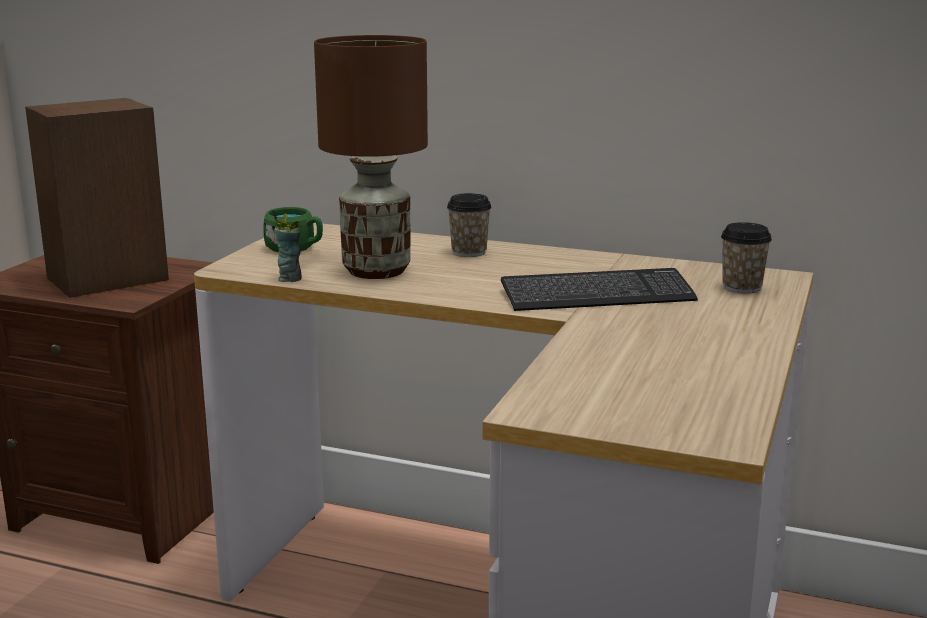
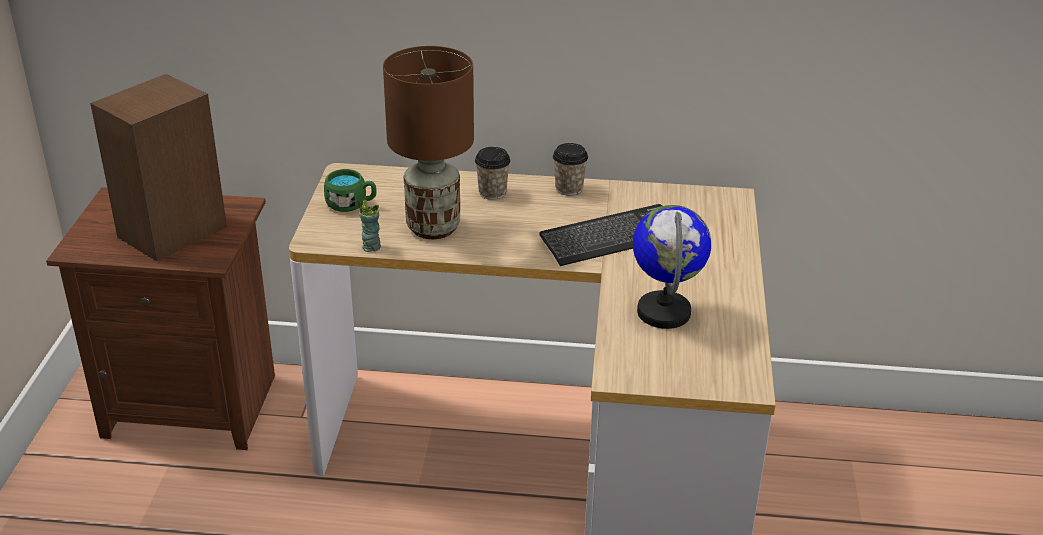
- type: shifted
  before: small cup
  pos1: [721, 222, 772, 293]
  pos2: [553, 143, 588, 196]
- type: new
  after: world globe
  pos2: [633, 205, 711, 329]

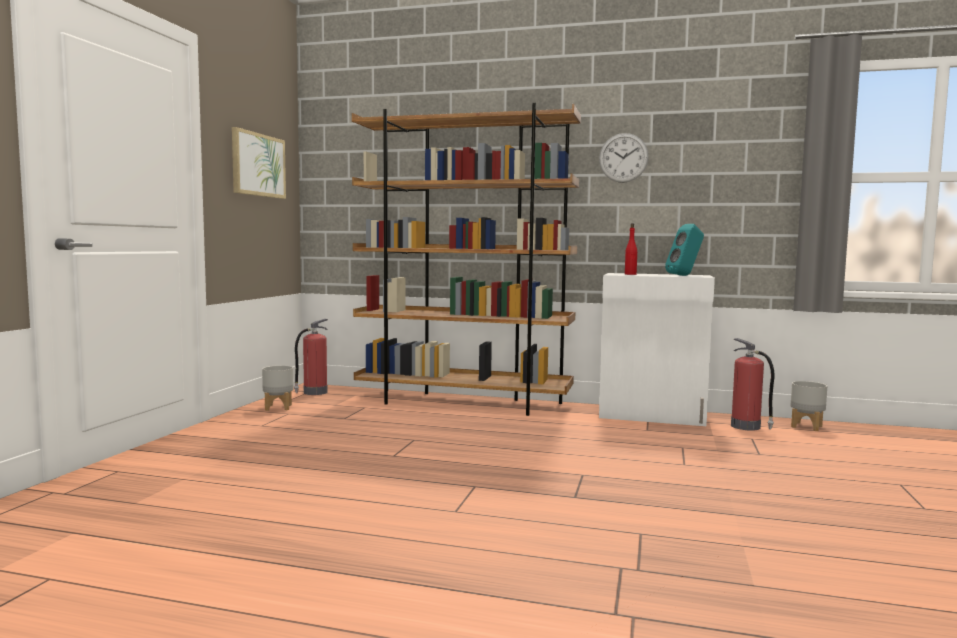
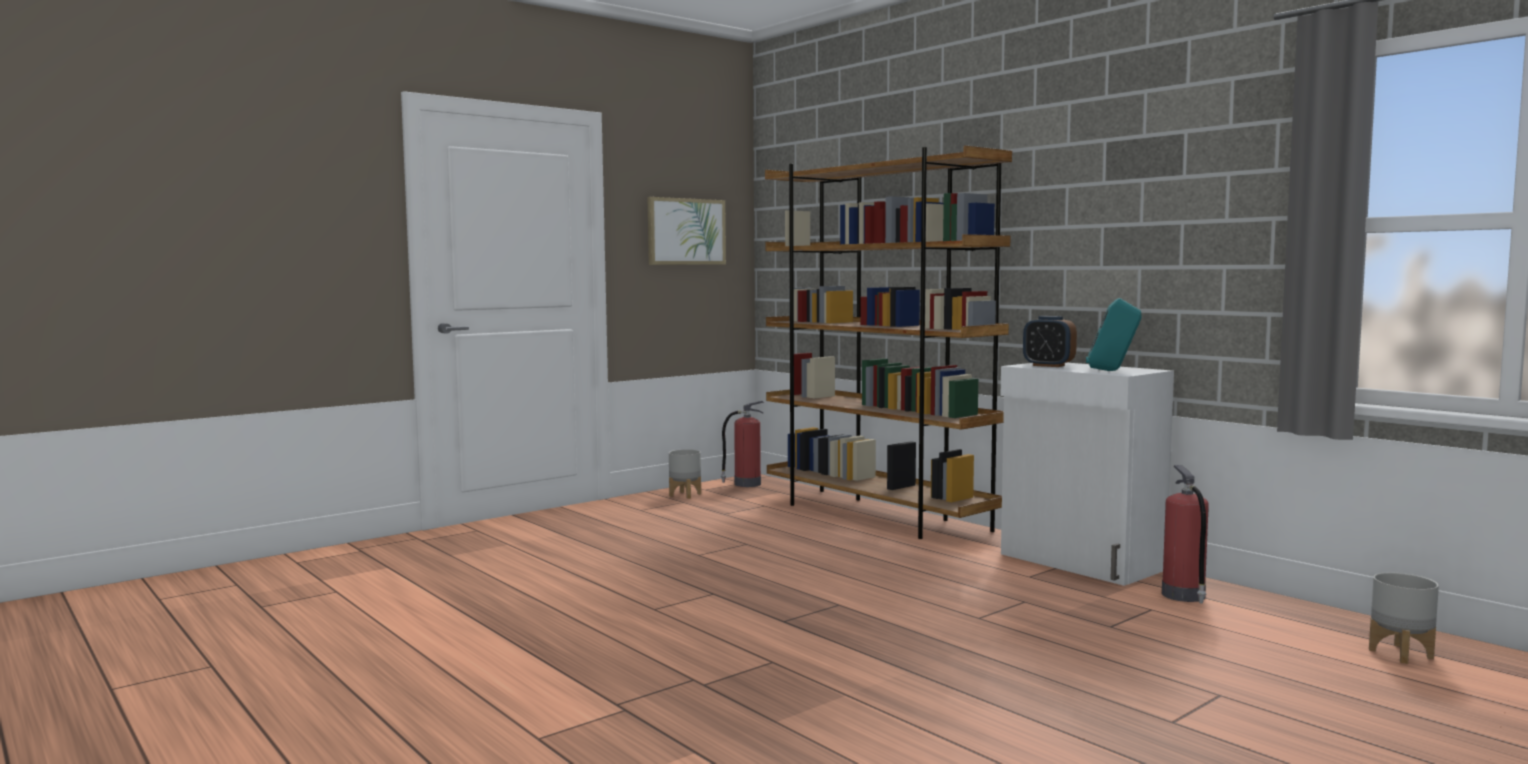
- type: swapped
  before: beverage bottle (red)
  after: table clock
  pos1: [625, 223, 637, 275]
  pos2: [1023, 316, 1077, 367]
- type: shifted
  before: flower pot (gray)
  pos1: [791, 381, 827, 431]
  pos2: [1369, 573, 1439, 664]
- type: gone
  before: wall clock
  pos1: [599, 133, 649, 183]

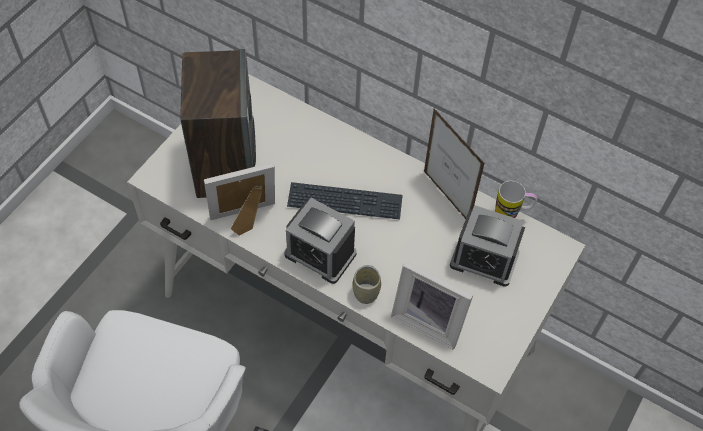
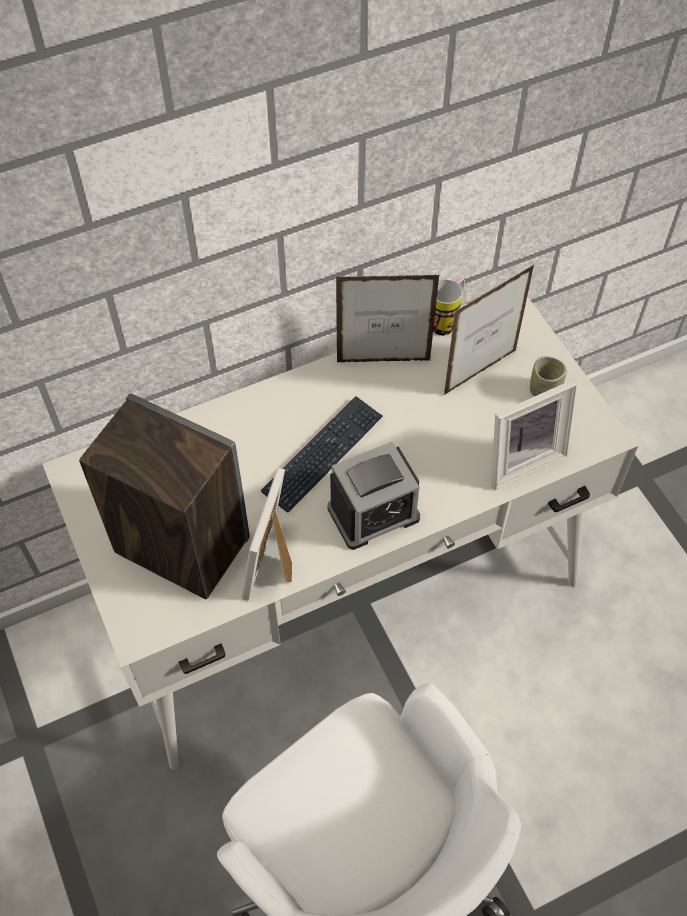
- type: swapped
  before: table clock
  after: picture frame
  pos1: [450, 205, 525, 287]
  pos2: [444, 265, 534, 395]
- type: shifted
  before: small cup
  pos1: [352, 265, 381, 304]
  pos2: [530, 356, 567, 396]

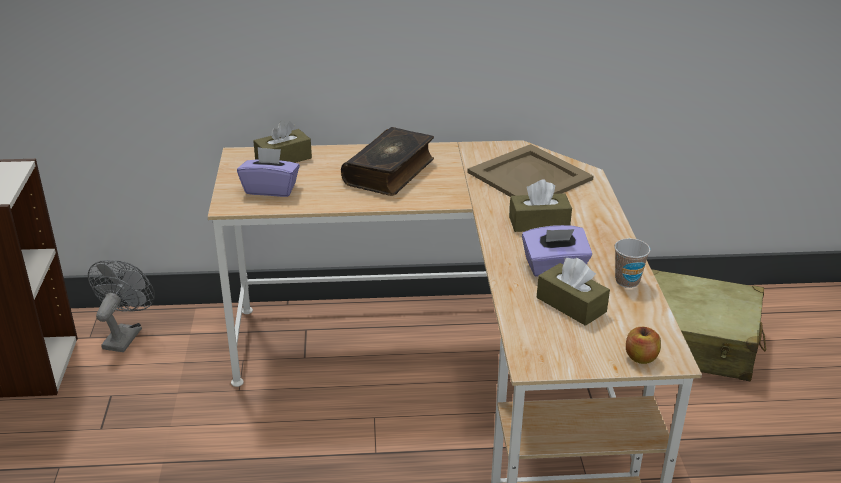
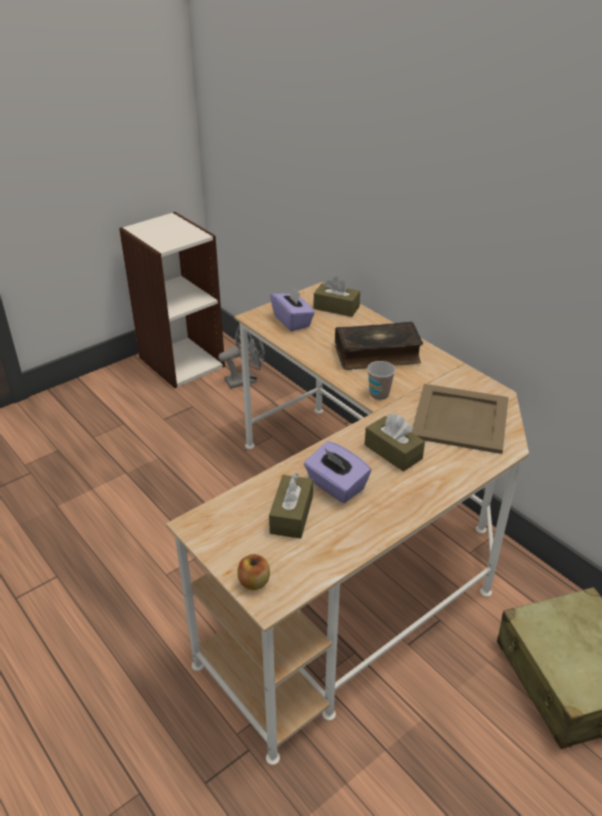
- type: shifted
  before: small cup
  pos1: [615, 238, 650, 288]
  pos2: [367, 361, 396, 400]

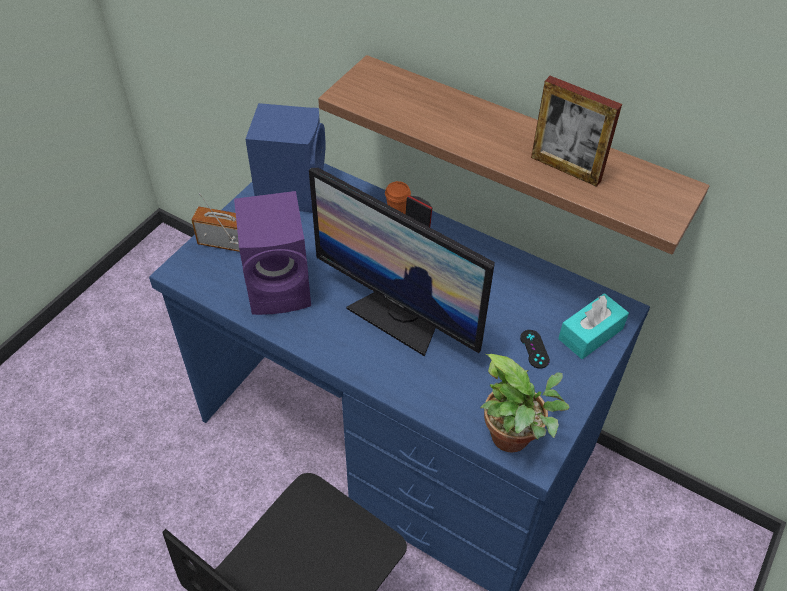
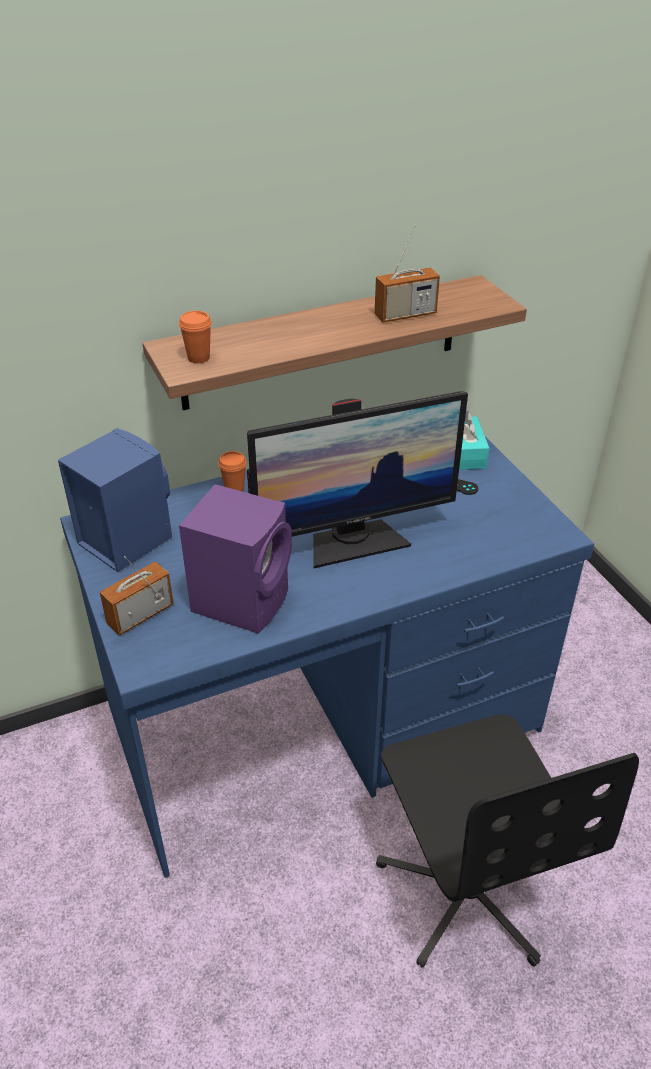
- type: new
  after: small cup (orangey)
  pos2: [179, 311, 212, 363]
- type: swapped
  before: picture frame
  after: radio set
  pos1: [531, 76, 622, 187]
  pos2: [375, 224, 440, 323]
- type: gone
  before: houseplant
  pos1: [480, 354, 570, 453]

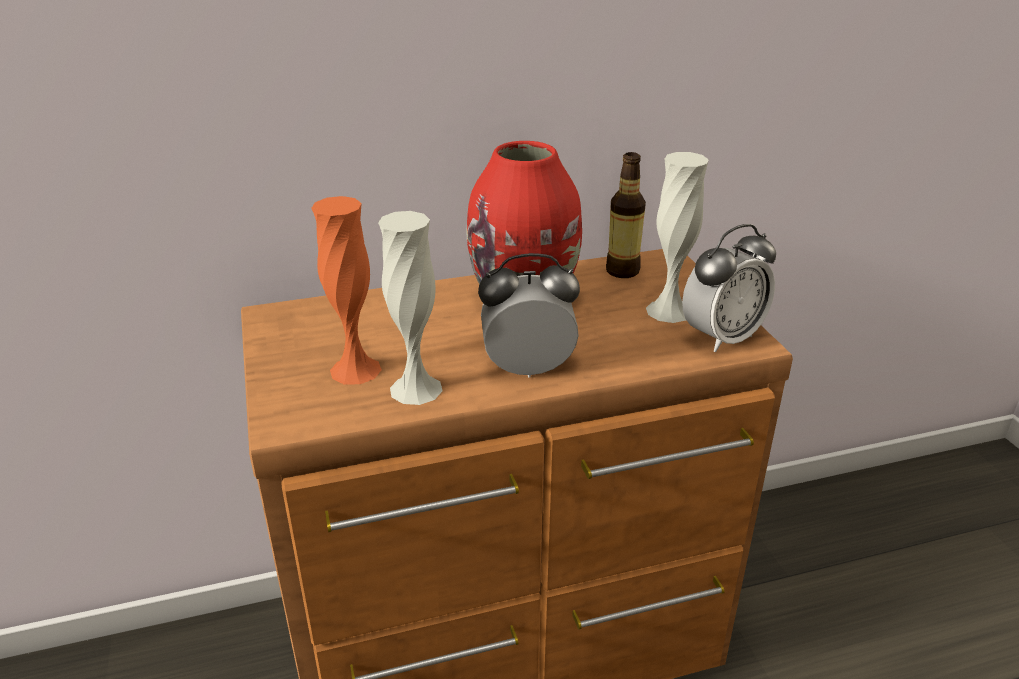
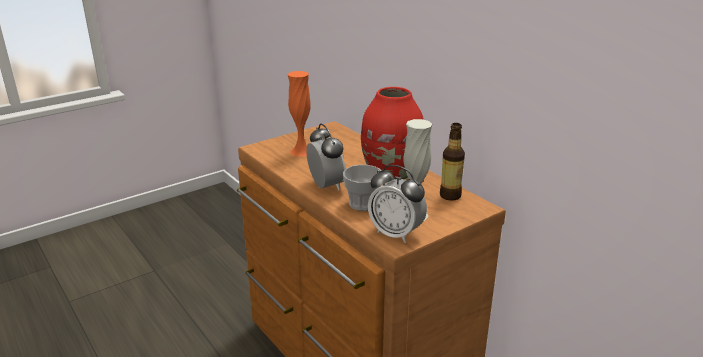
- type: new
  after: small cup
  pos2: [343, 165, 381, 211]
- type: gone
  before: vase (whitish)
  pos1: [378, 211, 443, 405]

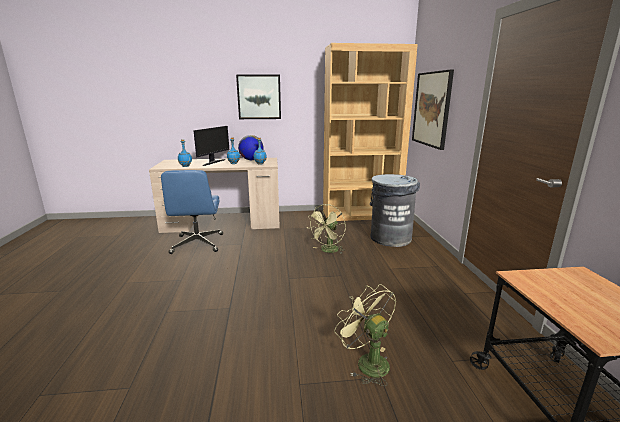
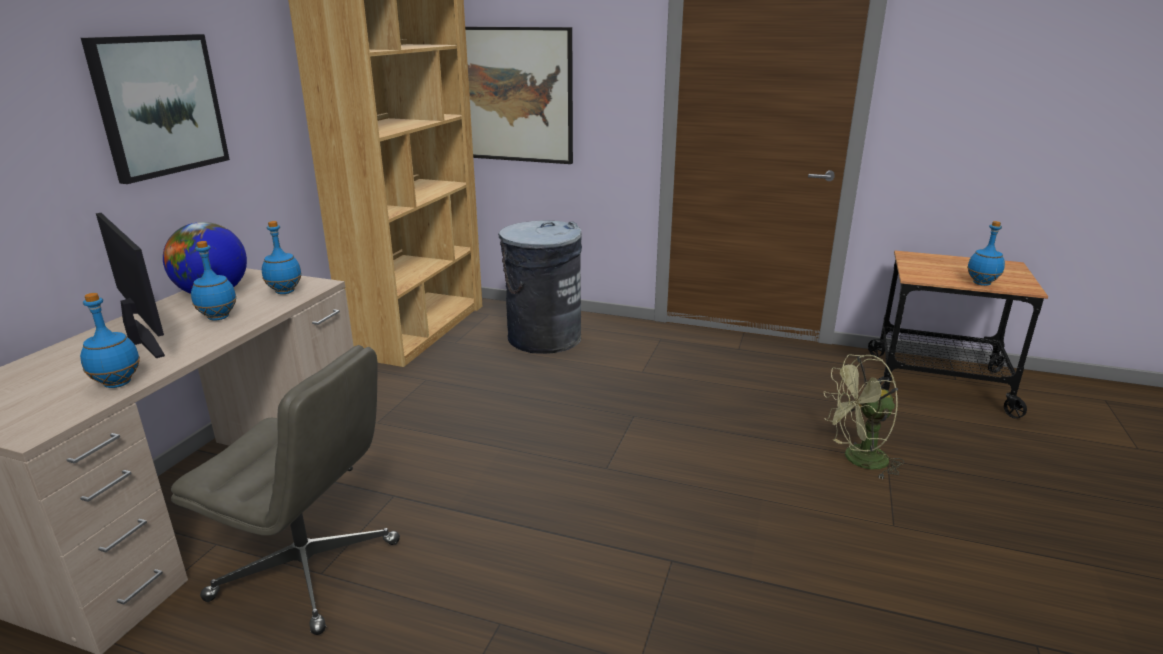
- type: repainted
  before: office chair (blue)
  after: office chair (gray)
  pos1: [161, 170, 223, 254]
  pos2: [171, 345, 400, 635]
- type: new
  after: beverage bottle (blue)
  pos2: [967, 221, 1005, 286]
- type: gone
  before: fan (greenish)
  pos1: [307, 204, 346, 254]

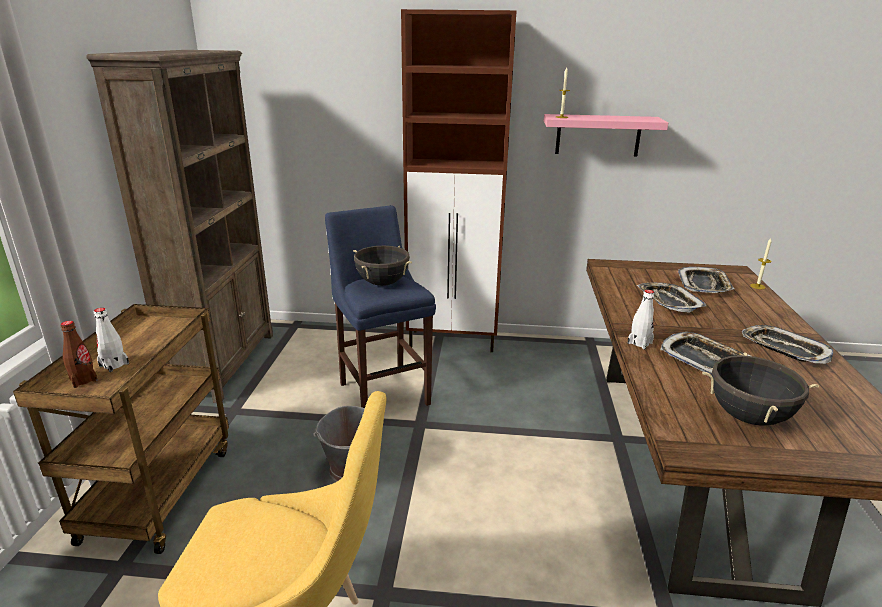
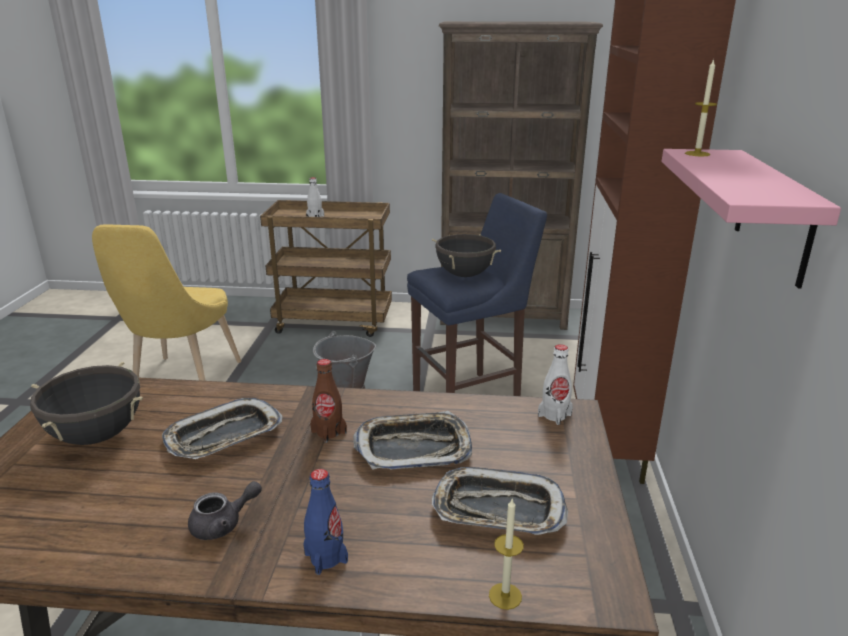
- type: swapped
  before: tray
  after: pot for tea (gray)
  pos1: [742, 325, 833, 364]
  pos2: [188, 481, 262, 540]
- type: new
  after: beverage bottle (blue)
  pos2: [303, 469, 348, 575]
- type: shifted
  before: beverage bottle (brown)
  pos1: [61, 321, 98, 388]
  pos2: [310, 359, 347, 443]
- type: shifted
  before: beverage bottle (whitish)
  pos1: [628, 290, 655, 350]
  pos2: [538, 344, 573, 425]

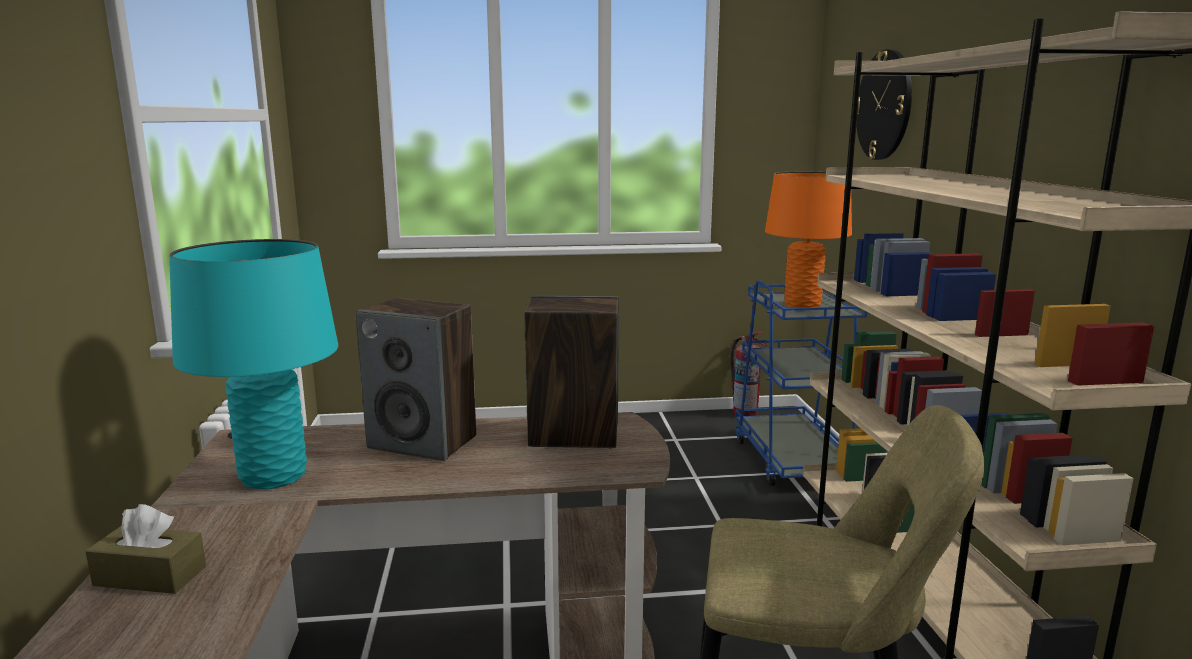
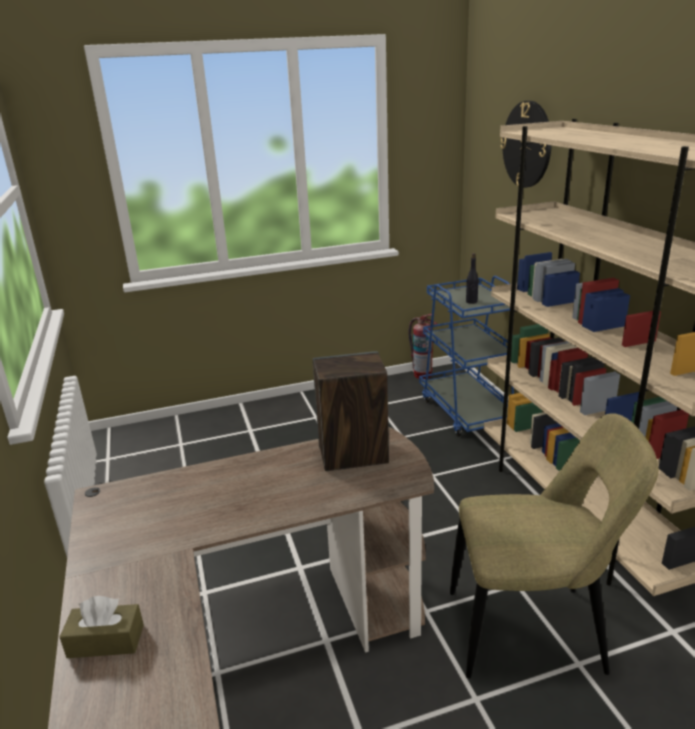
- type: swapped
  before: tabletop lamp (orangey)
  after: beverage bottle (black)
  pos1: [765, 172, 852, 308]
  pos2: [466, 253, 478, 304]
- type: gone
  before: tabletop lamp (turquoise-coloured)
  pos1: [169, 239, 338, 489]
- type: gone
  before: loudspeaker
  pos1: [355, 298, 476, 461]

